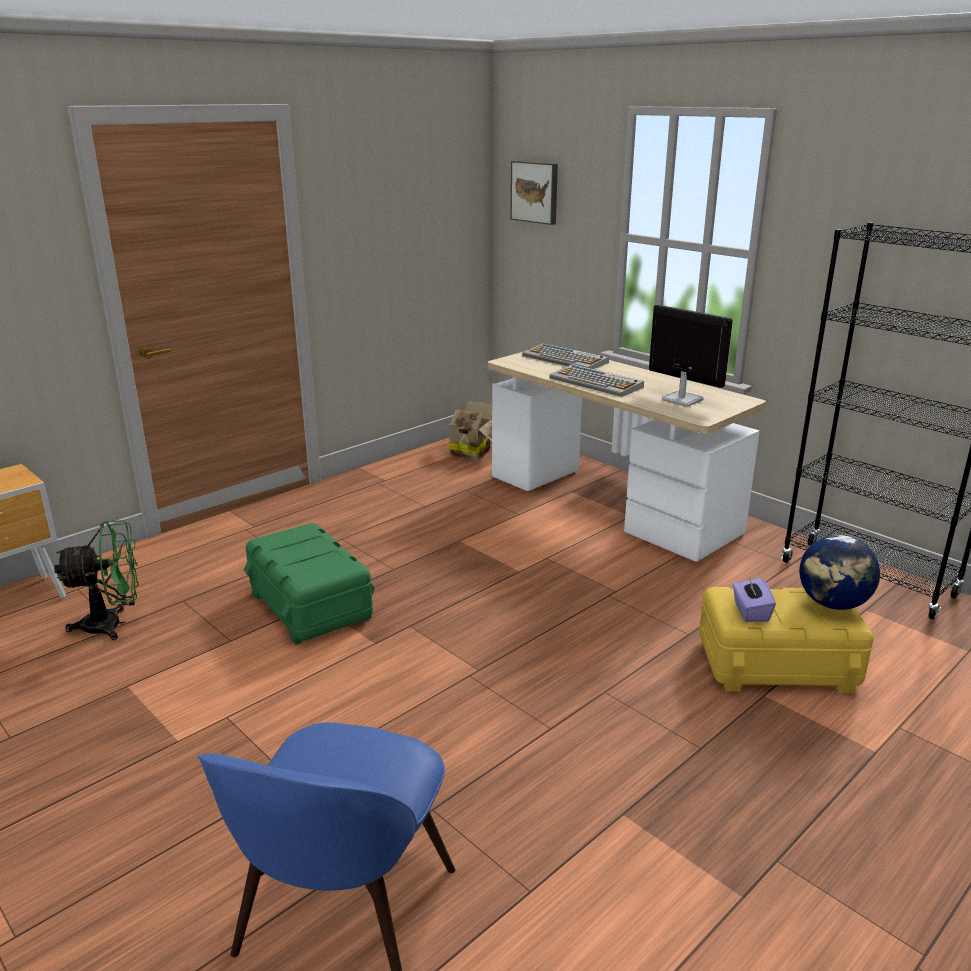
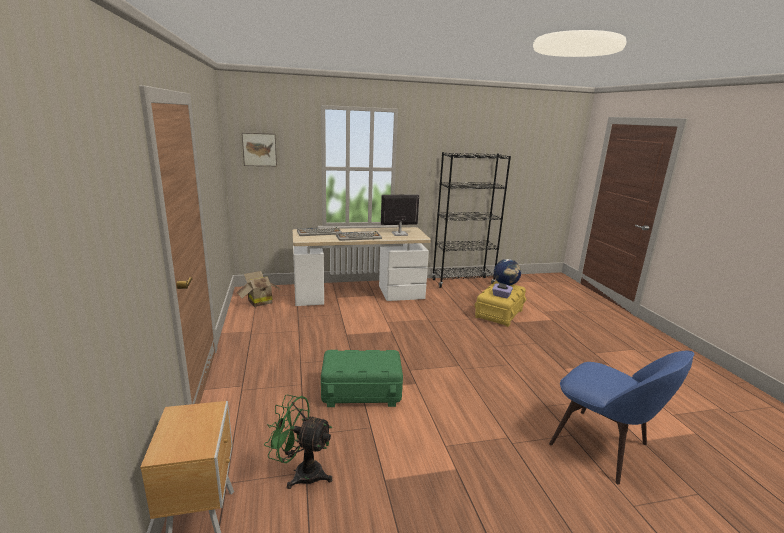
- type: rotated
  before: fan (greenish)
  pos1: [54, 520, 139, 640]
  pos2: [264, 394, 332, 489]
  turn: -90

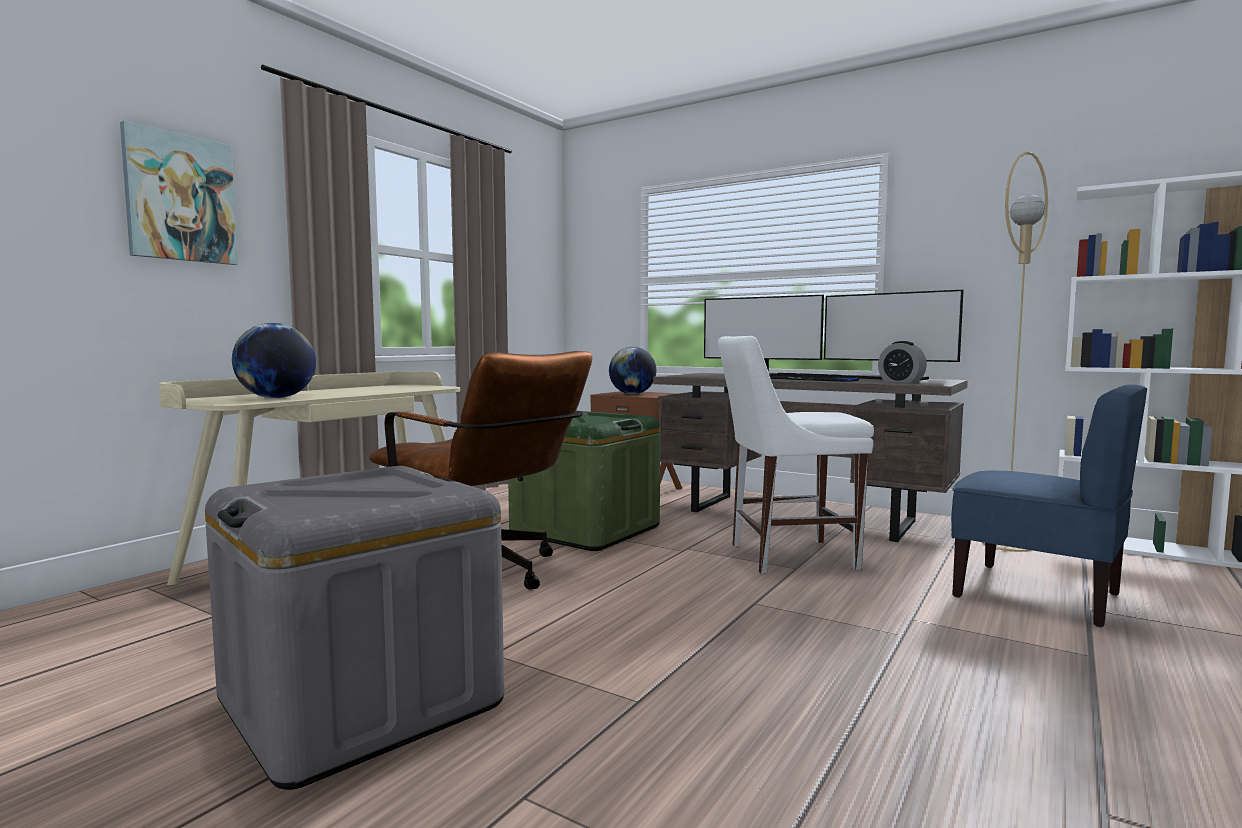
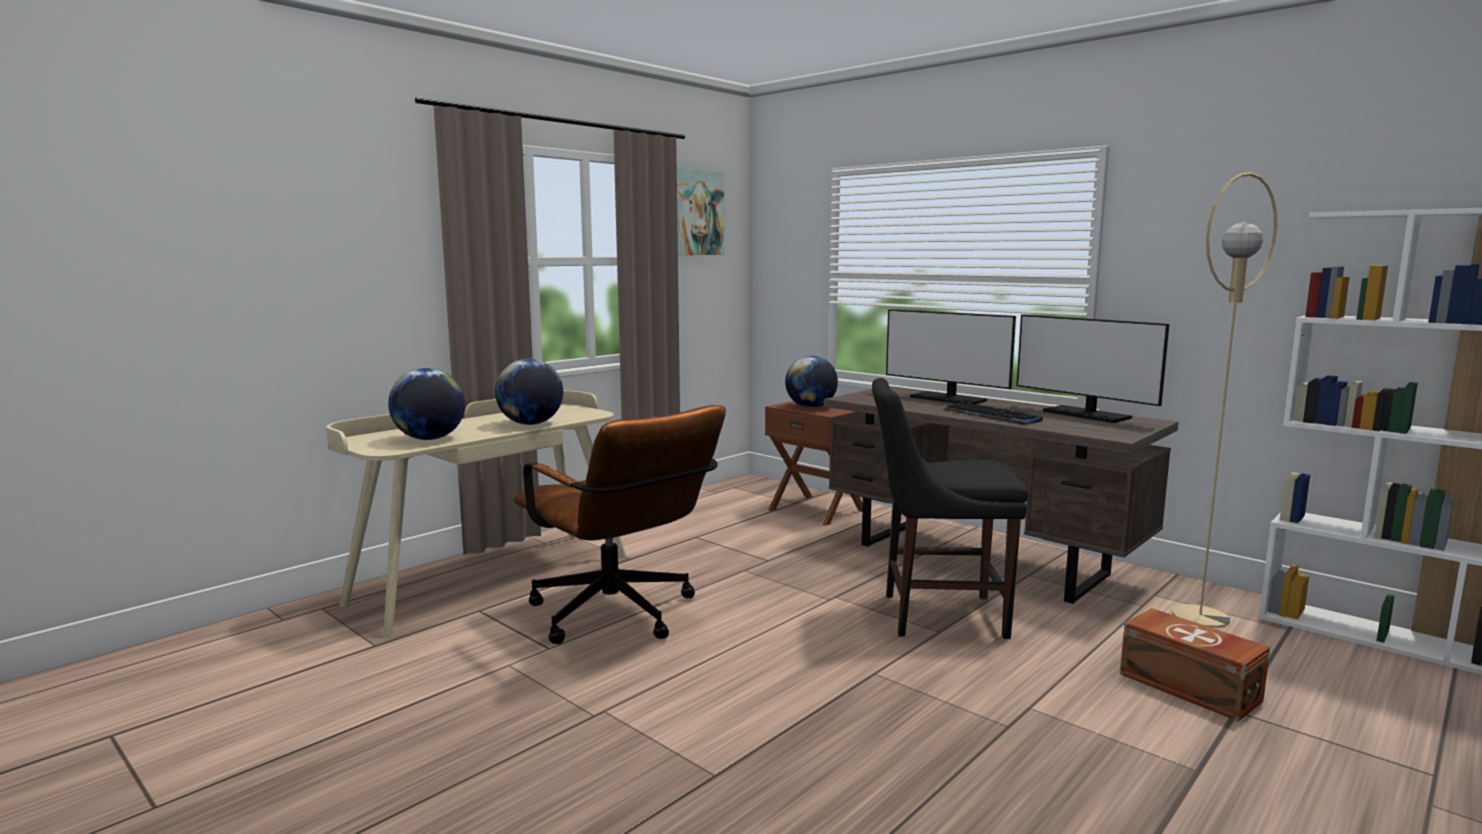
- type: new
  after: world globe
  pos2: [495, 359, 563, 425]
- type: shifted
  before: picture
  pos1: [120, 121, 238, 265]
  pos2: [677, 167, 724, 255]
- type: repainted
  before: upright chair (whitish)
  after: upright chair (black)
  pos1: [718, 336, 874, 574]
  pos2: [872, 378, 1028, 639]
- type: swapped
  before: upright chair (blue)
  after: storage box (brown)
  pos1: [951, 384, 1147, 627]
  pos2: [1120, 608, 1270, 721]
- type: gone
  before: storage box (gray)
  pos1: [205, 466, 504, 790]
- type: gone
  before: storage box (greenish)
  pos1: [508, 411, 660, 551]
- type: gone
  before: table clock
  pos1: [878, 341, 927, 383]

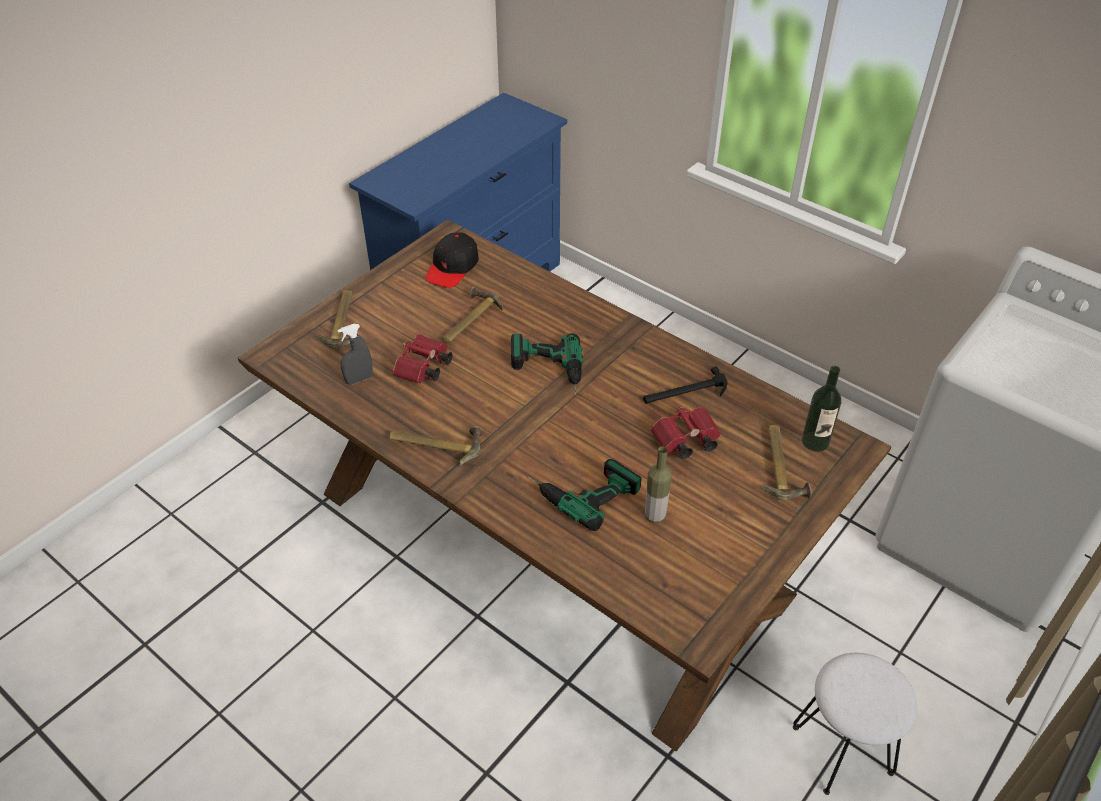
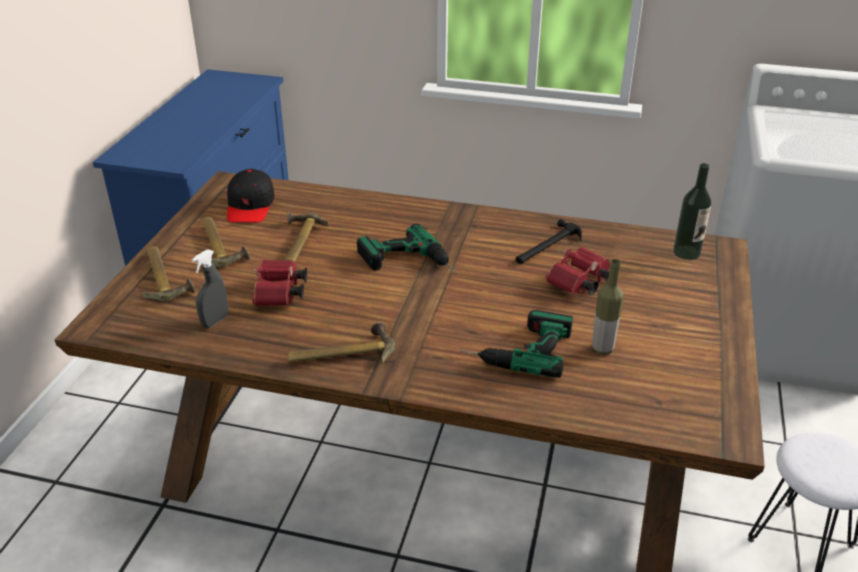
- type: shifted
  before: hammer
  pos1: [760, 425, 812, 501]
  pos2: [202, 217, 250, 267]

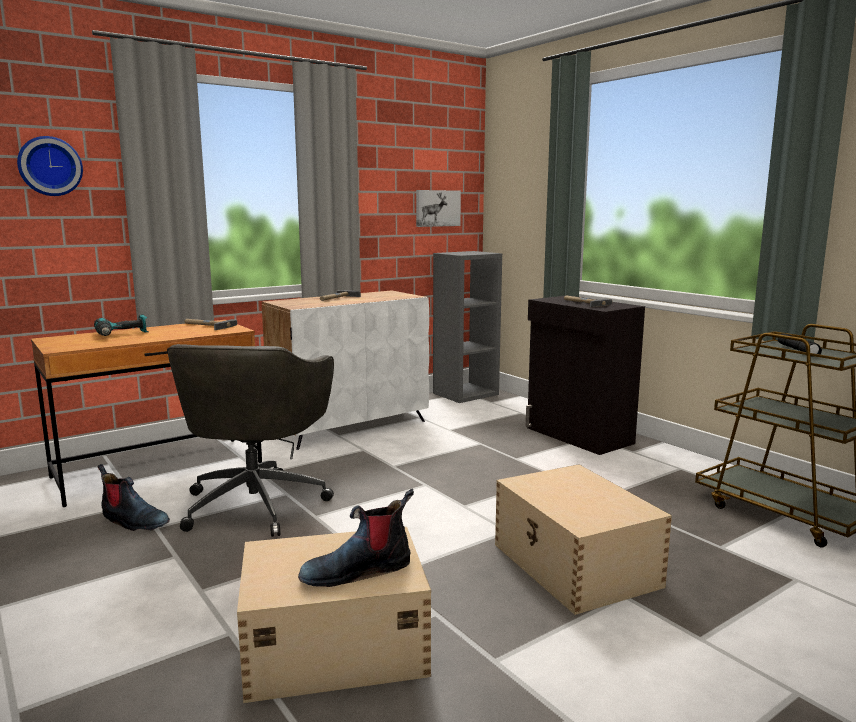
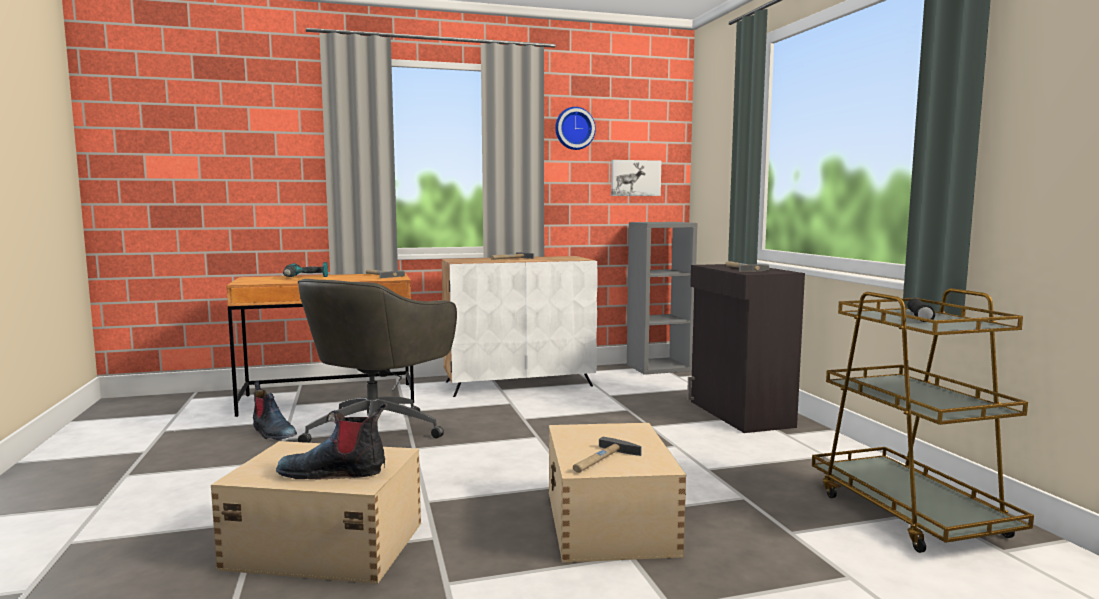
- type: shifted
  before: wall clock
  pos1: [17, 136, 83, 196]
  pos2: [555, 107, 596, 150]
- type: new
  after: hammer
  pos2: [573, 437, 642, 473]

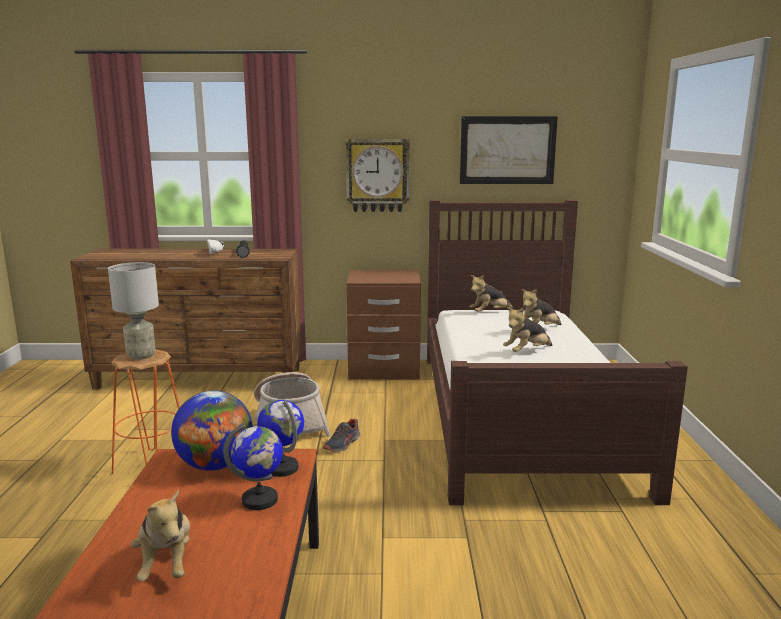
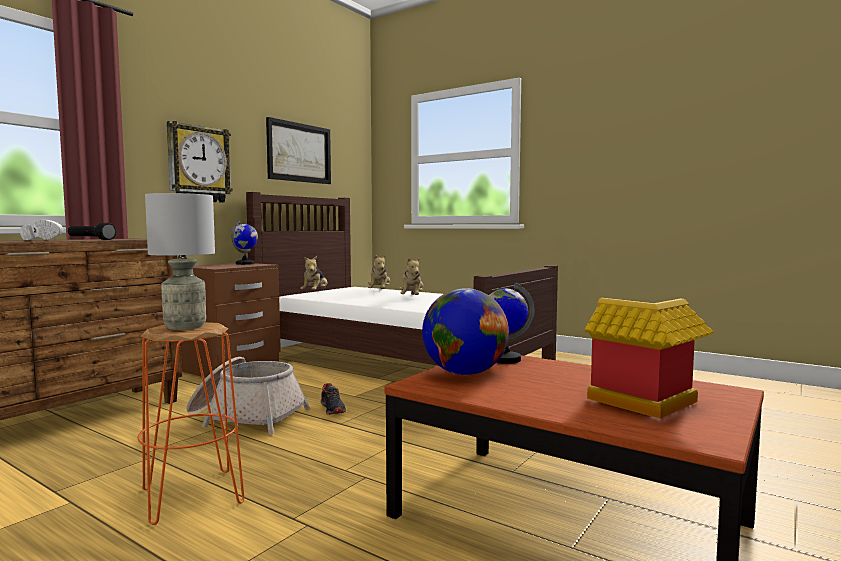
- type: shifted
  before: world globe
  pos1: [223, 423, 283, 510]
  pos2: [231, 221, 258, 265]
- type: swapped
  before: cuddly toy
  after: toy house
  pos1: [131, 489, 190, 581]
  pos2: [584, 298, 714, 419]

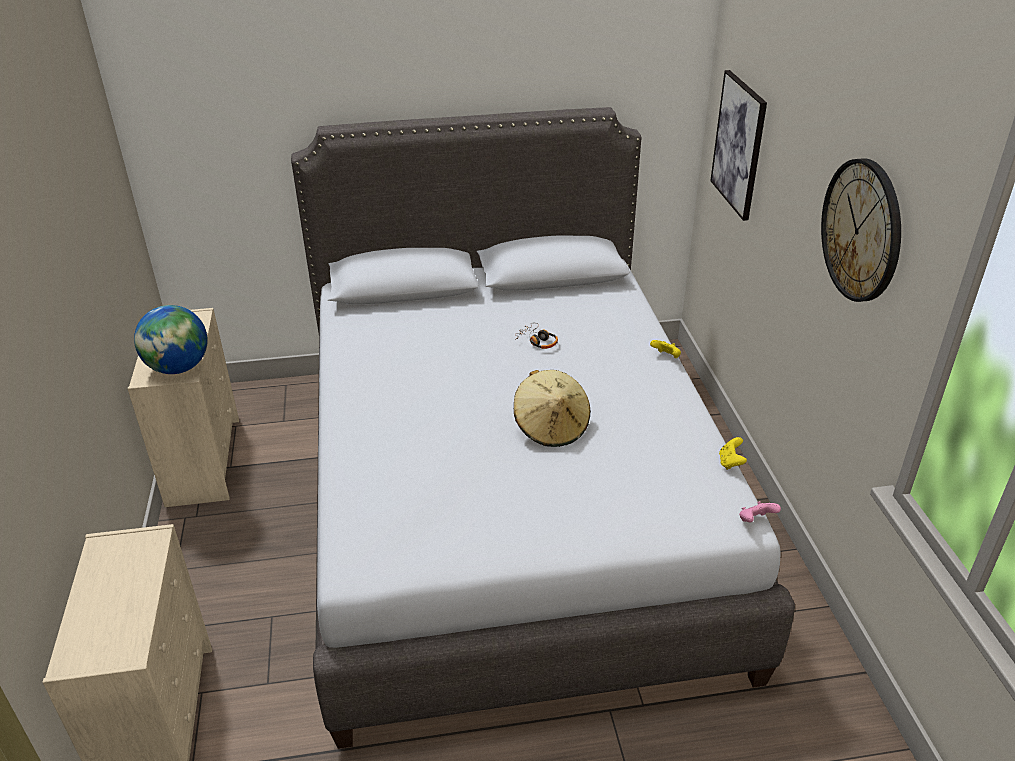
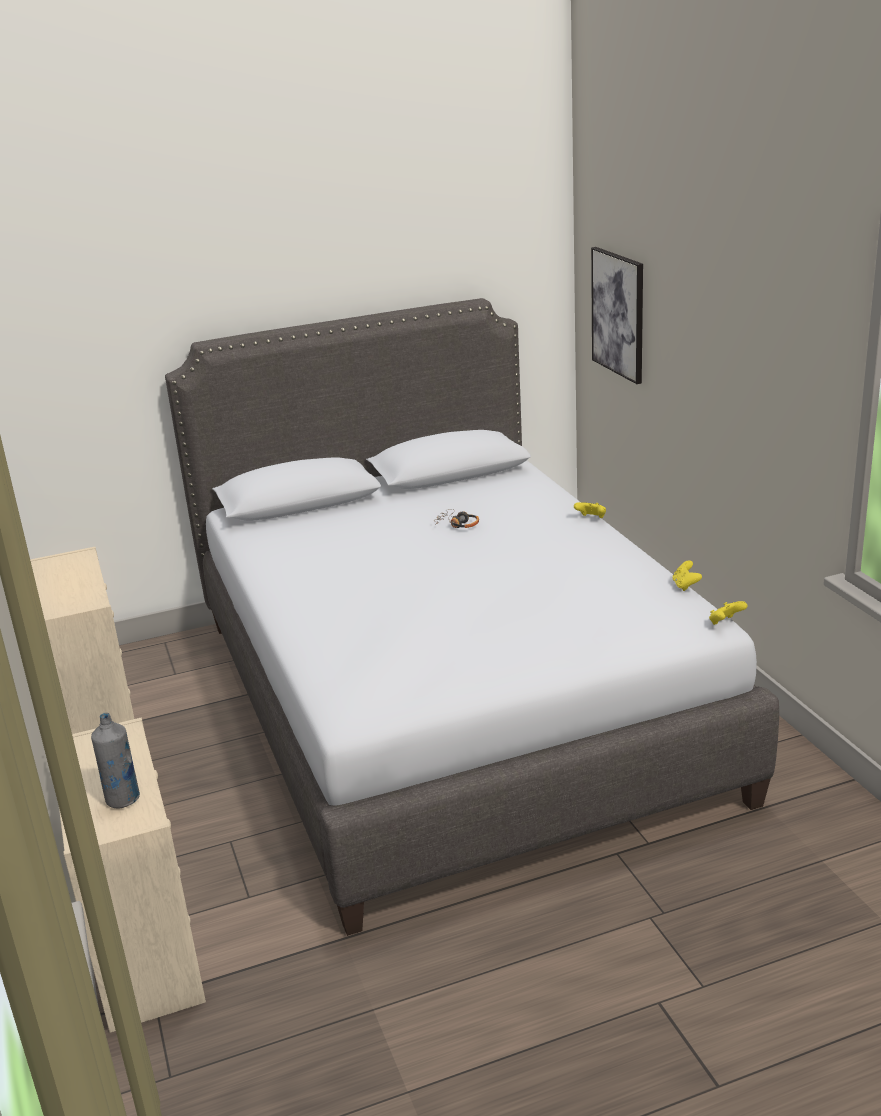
- type: new
  after: beverage bottle (gray)
  pos2: [91, 713, 140, 808]
- type: repainted
  before: gamepad (pink-coloured)
  after: gamepad (yellow-coloured)
  pos1: [739, 501, 781, 522]
  pos2: [709, 601, 747, 625]
- type: gone
  before: world globe
  pos1: [134, 305, 208, 374]
- type: gone
  before: hat (beige)
  pos1: [514, 370, 591, 447]
- type: gone
  before: wall clock
  pos1: [821, 158, 901, 302]

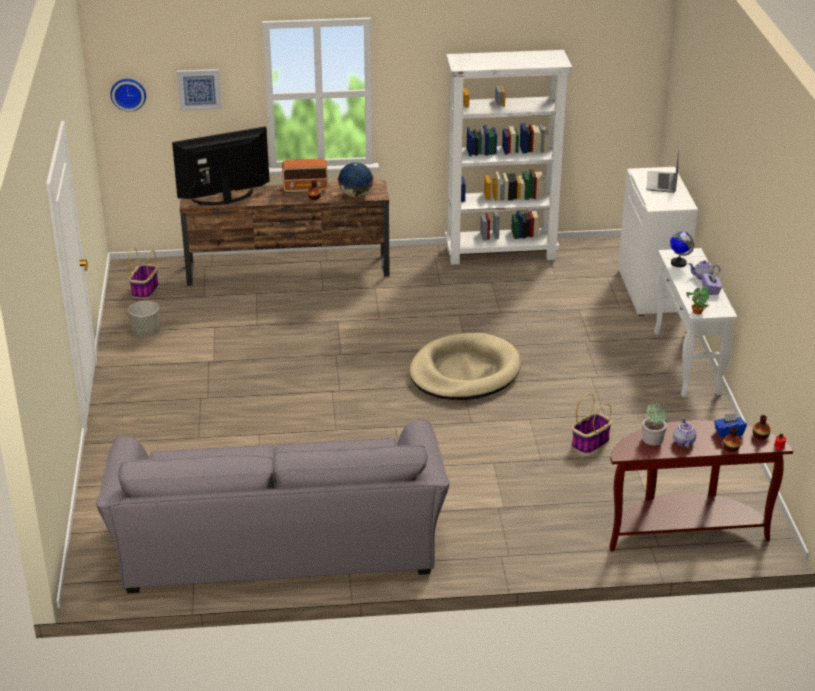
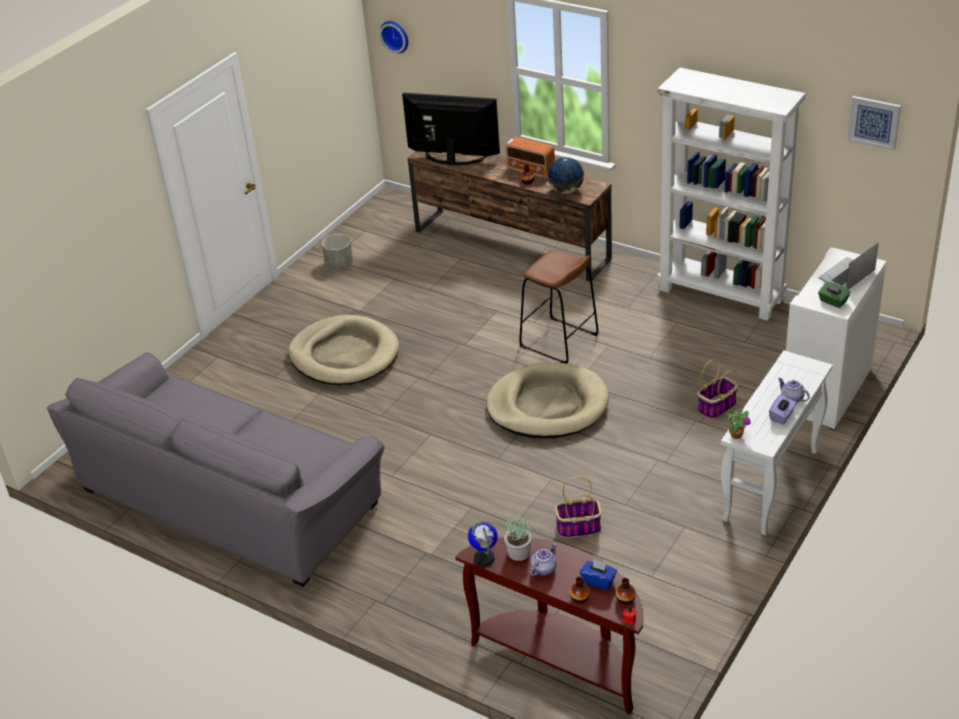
- type: new
  after: dog cushion (beige)
  pos2: [288, 315, 399, 385]
- type: shifted
  before: world globe
  pos1: [670, 231, 694, 267]
  pos2: [468, 521, 498, 566]
- type: new
  after: sitting stool (brown)
  pos2: [519, 250, 598, 364]
- type: shifted
  before: storage basket
  pos1: [128, 248, 158, 299]
  pos2: [698, 358, 738, 419]
- type: new
  after: box of tissues (greenish)
  pos2: [818, 282, 851, 308]
- type: shifted
  before: picture
  pos1: [177, 69, 222, 111]
  pos2: [847, 96, 901, 150]

